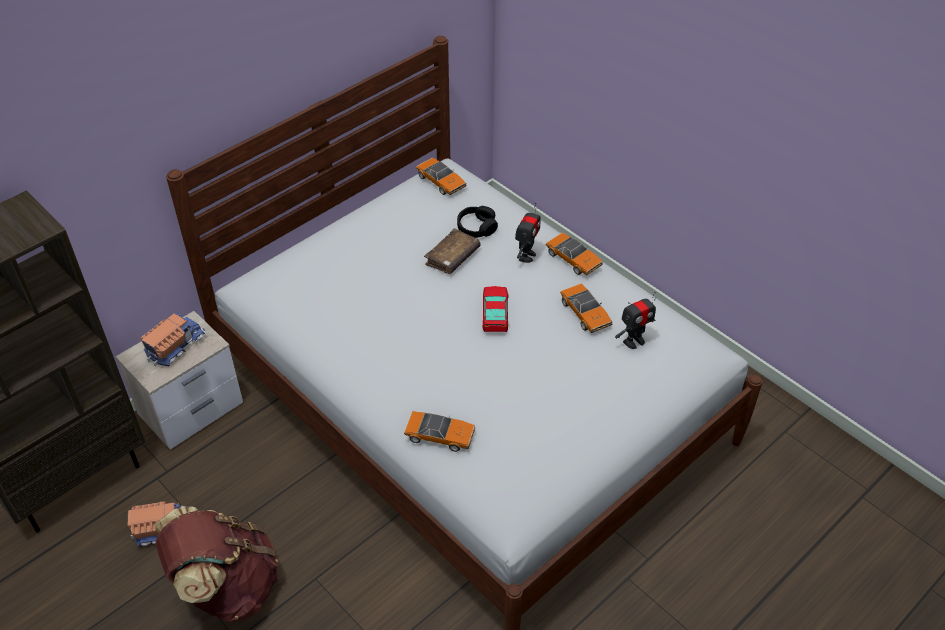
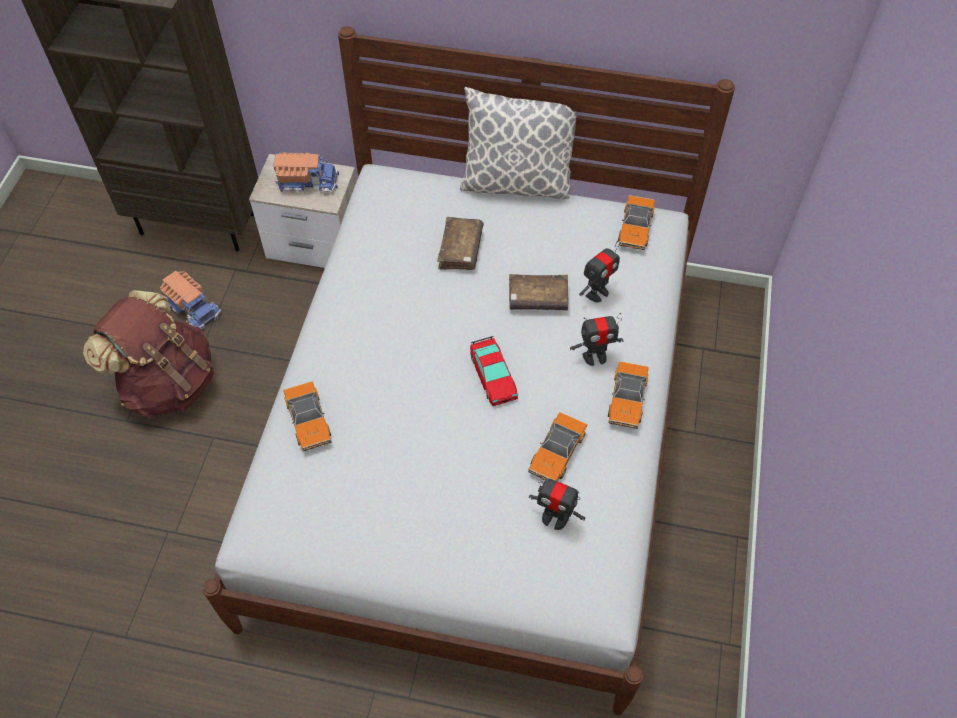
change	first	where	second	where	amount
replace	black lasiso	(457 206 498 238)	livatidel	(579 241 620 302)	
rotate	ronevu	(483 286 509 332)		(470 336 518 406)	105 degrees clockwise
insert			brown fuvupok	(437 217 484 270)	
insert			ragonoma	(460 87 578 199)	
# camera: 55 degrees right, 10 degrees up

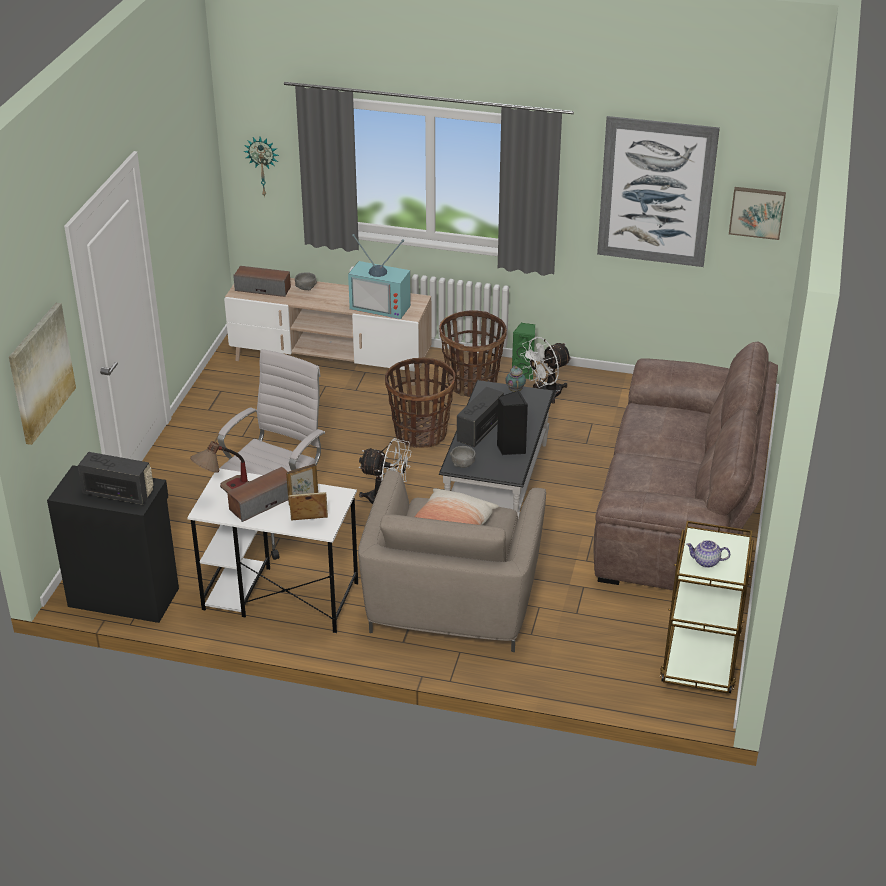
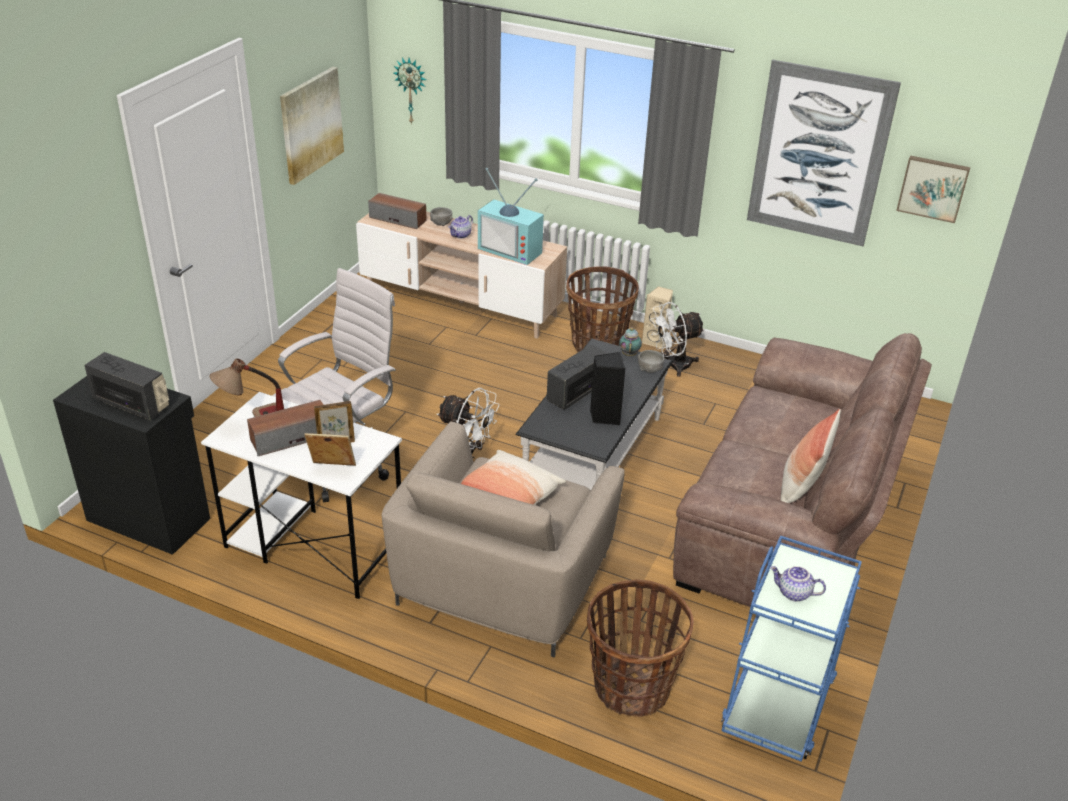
change	first	where	second	where	amount
move	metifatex	(9 303 76 445)		(280 67 344 185)	
move	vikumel	(385 358 455 448)		(587 579 694 717)	
move	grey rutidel	(450 446 476 468)		(637 350 664 373)	
recolor	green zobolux	(512 323 535 380)	beige zobolux	(642 286 673 349)	
recolor	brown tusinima	(660 521 755 694)	blue tusinima	(721 535 862 762)	
insert			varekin	(448 215 473 239)	
insert			ragonoma	(781 409 841 503)	
# camera: 10 degrees right, 0 degrees up

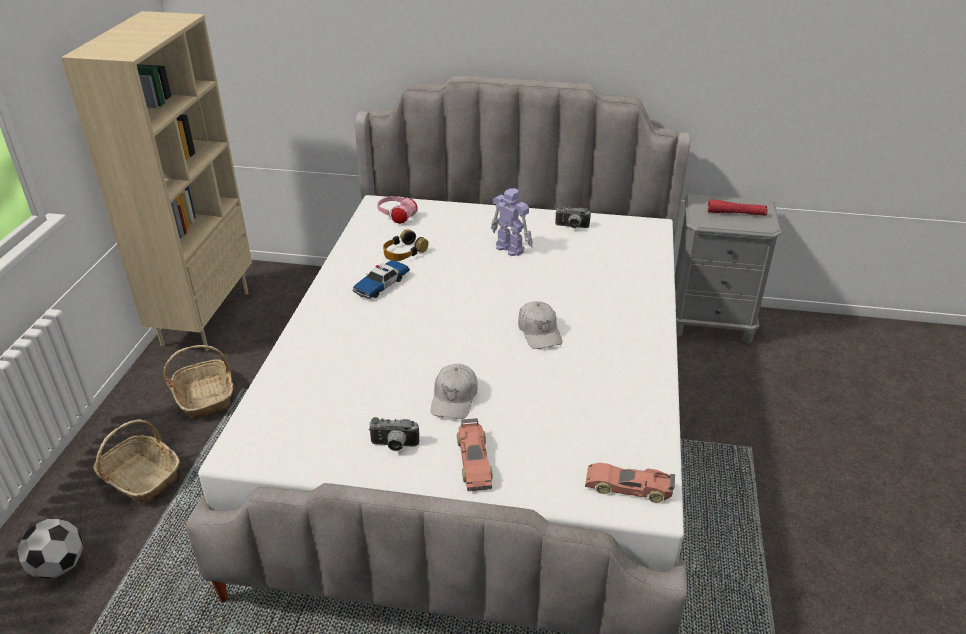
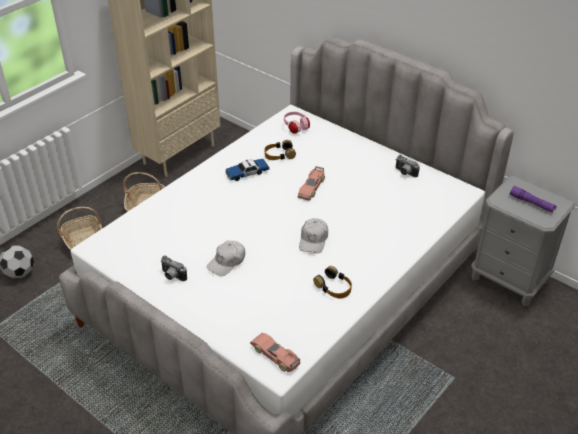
change	first	where	second	where	amount
move	ronevu	(457 418 493 491)		(298 166 325 201)	
delete	livatidel	(491 188 533 256)			
recolor	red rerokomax	(707 199 768 216)	purple rerokomax	(510 186 557 213)	
insert			lasiso	(313 266 352 299)	
# camera: 30 degrees right, 5 degrees up

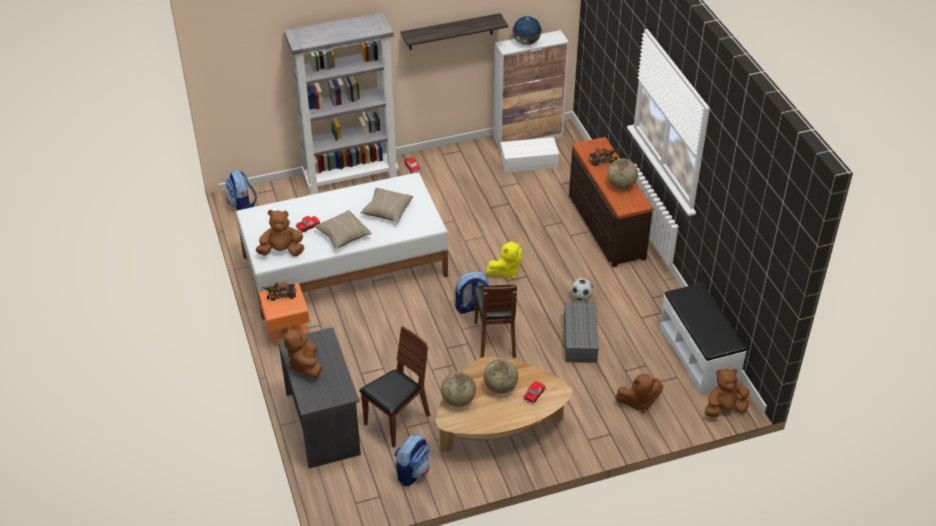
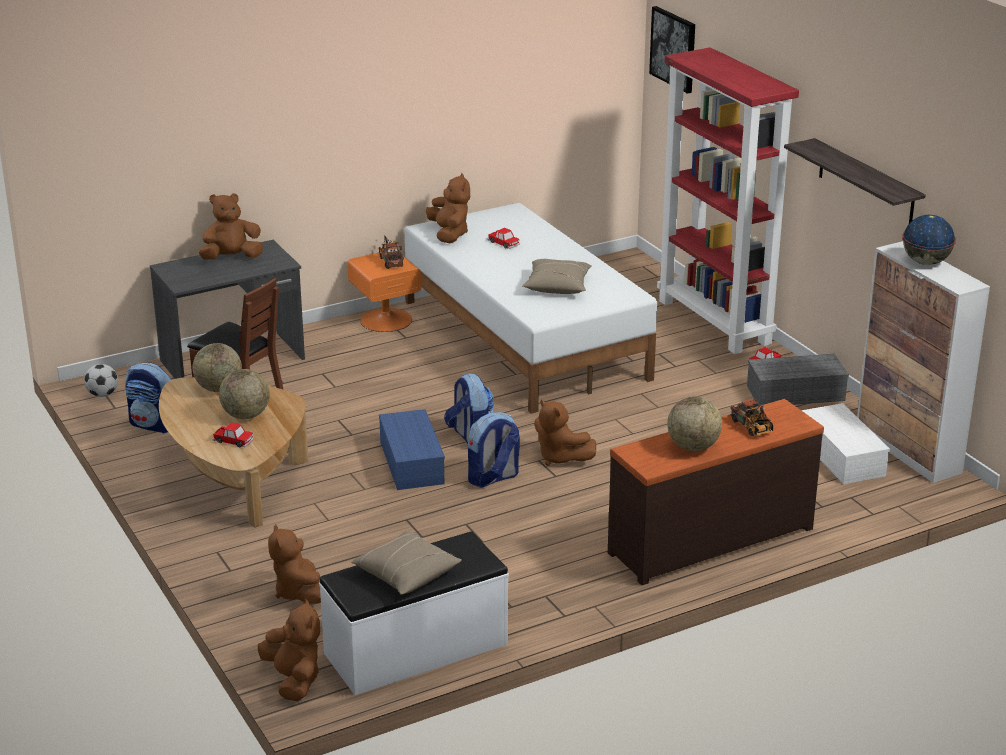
change	first	where	second	where	amount
move	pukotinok	(226 170 257 211)		(468 412 520 488)	
recolor	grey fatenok	(284 12 399 195)	red fatenok	(657 47 799 354)	
move	beige ragonoma	(314 210 372 249)		(351 531 462 595)	
replace	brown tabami	(474 285 517 358)	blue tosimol	(379 409 445 490)	
recolor	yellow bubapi	(486 241 522 278)	brown bubapi	(534 400 596 466)	
move	grey tosimol	(564 302 599 363)		(747 354 849 406)	
move	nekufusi	(571 278 593 301)		(84 364 118 397)	
insert			metifatex	(649 6 695 94)	
# camera: 80 degrees right, 15 degrees down

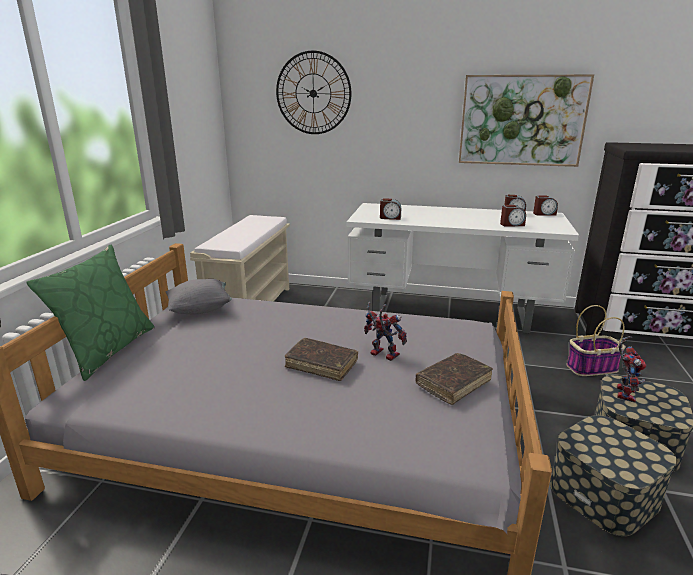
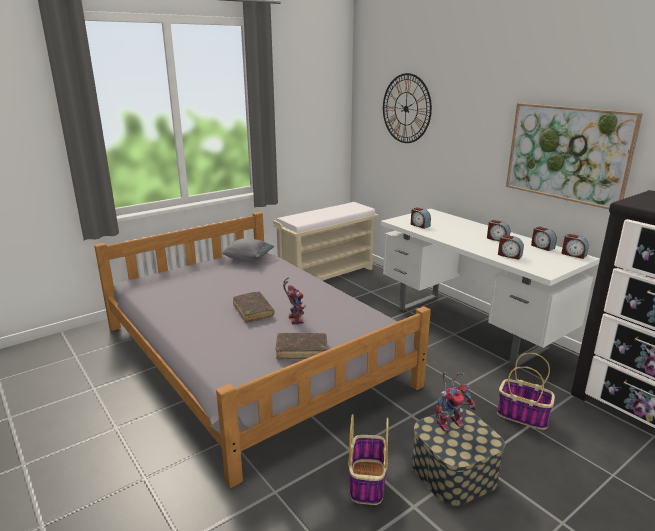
change	first	where	second	where	amount
delete	green ragonoma	(26 245 155 381)			
replace	tosimol	(550 415 677 536)	vikumel	(348 414 389 505)	
insert			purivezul	(487 220 510 242)	
# camera: 40 degrees right, 0 degrees up

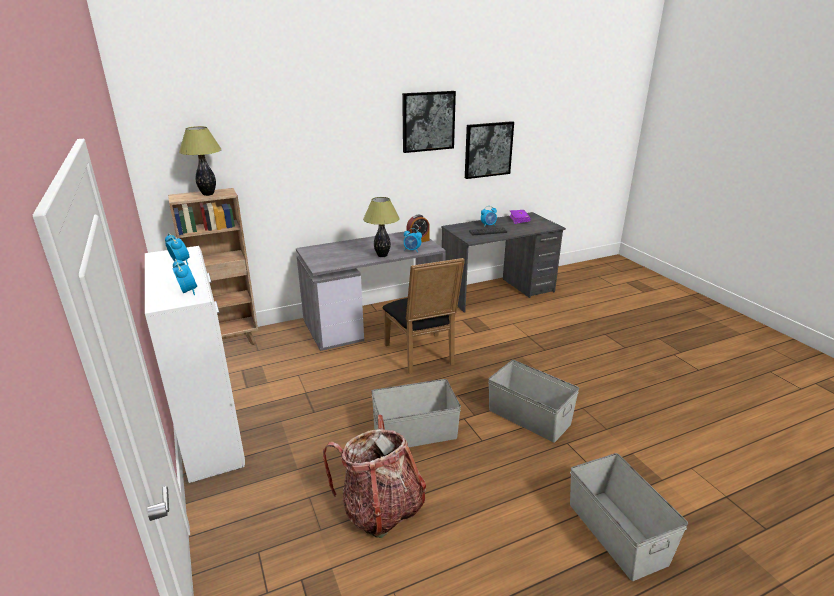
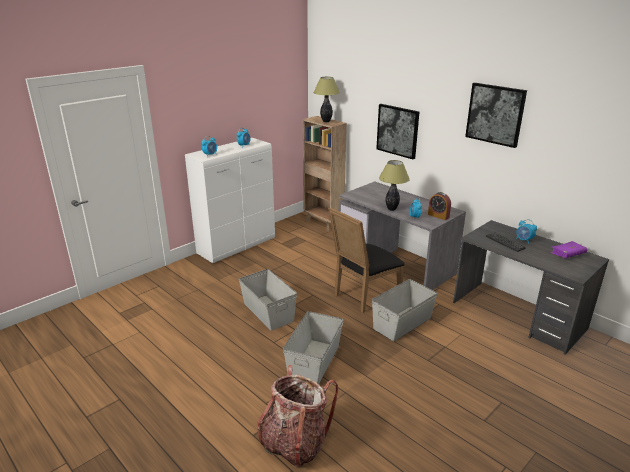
change	first	where	second	where	amount
move	pukotinok	(323 415 426 538)		(257 365 338 467)	
move	metifatex	(465 121 514 179)		(376 104 419 159)	
move	grey tosimol	(570 453 688 581)		(372 279 438 341)	
# camera: 70 degrees right, 0 degrees up

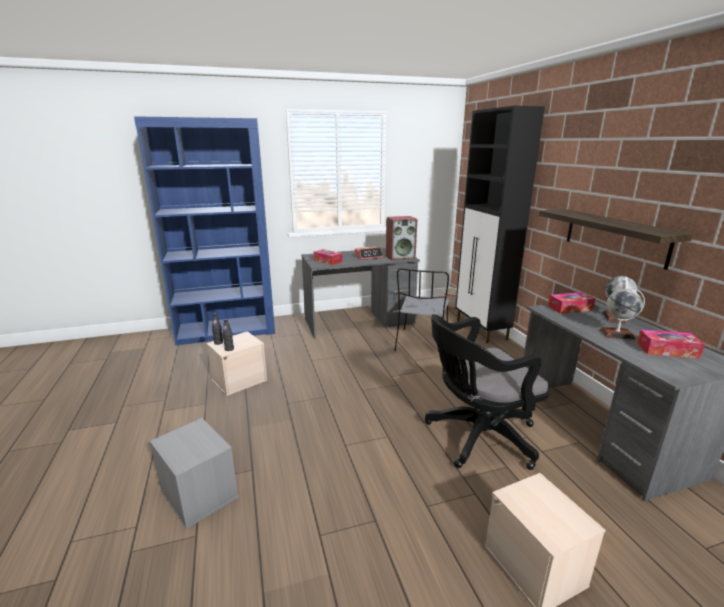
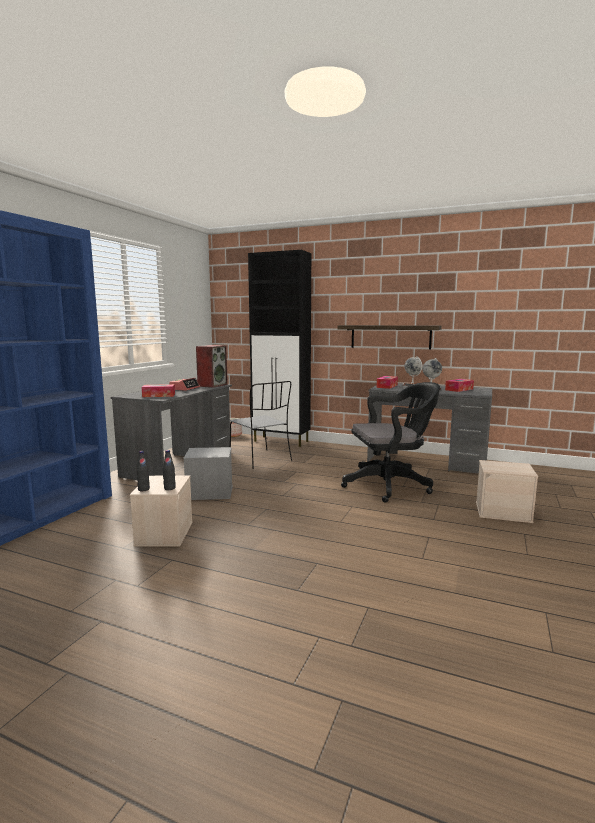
change	first	where	second	where	amount
move	grey tosimol	(150 418 239 529)		(183 447 233 500)	
rotate	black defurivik	(425 314 550 470)		(341 382 440 503)	120 degrees counterclockwise
# camera: 50 degrees left, 10 degrees down

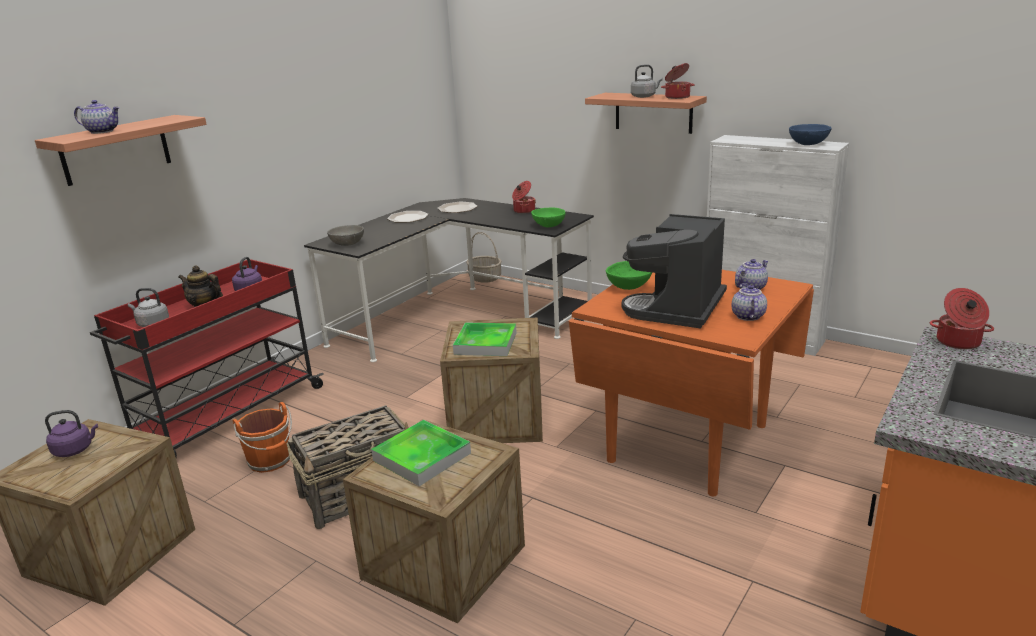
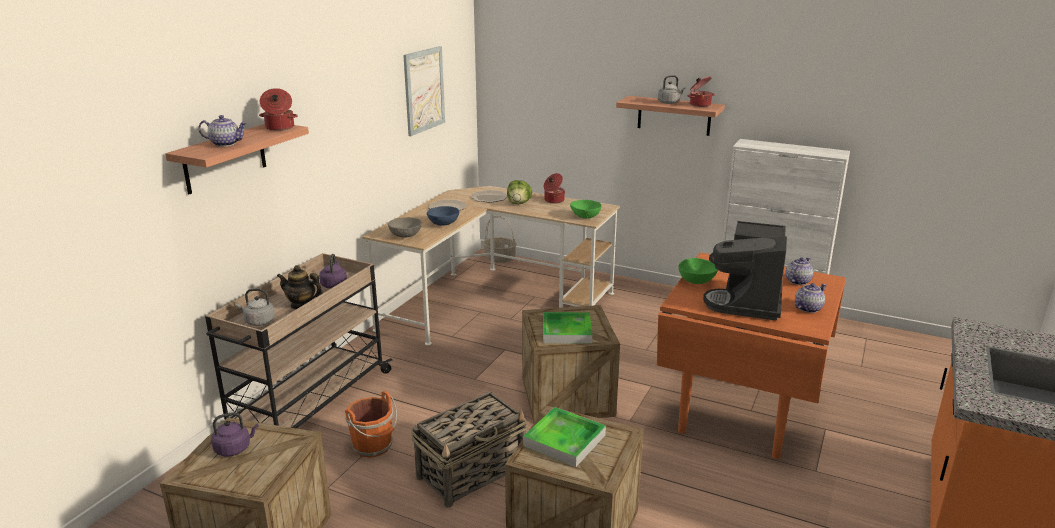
change	first	where	second	where	amount
recolor	red tusinima	(90 259 324 457)	beige tusinima	(205 253 393 429)	
recolor	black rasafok	(304 198 594 362)	beige rasafok	(362 186 620 345)	
rotate	varekin	(732 283 767 321)		(795 283 826 313)	60 degrees clockwise
move	blue rutidel	(789 124 832 145)		(427 206 459 226)	
move	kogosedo	(930 288 994 349)		(259 88 298 131)	
insert			metifatex	(403 46 445 136)	
insert			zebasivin	(507 180 532 204)	
# camera: 10 degrees left, 0 degrees up

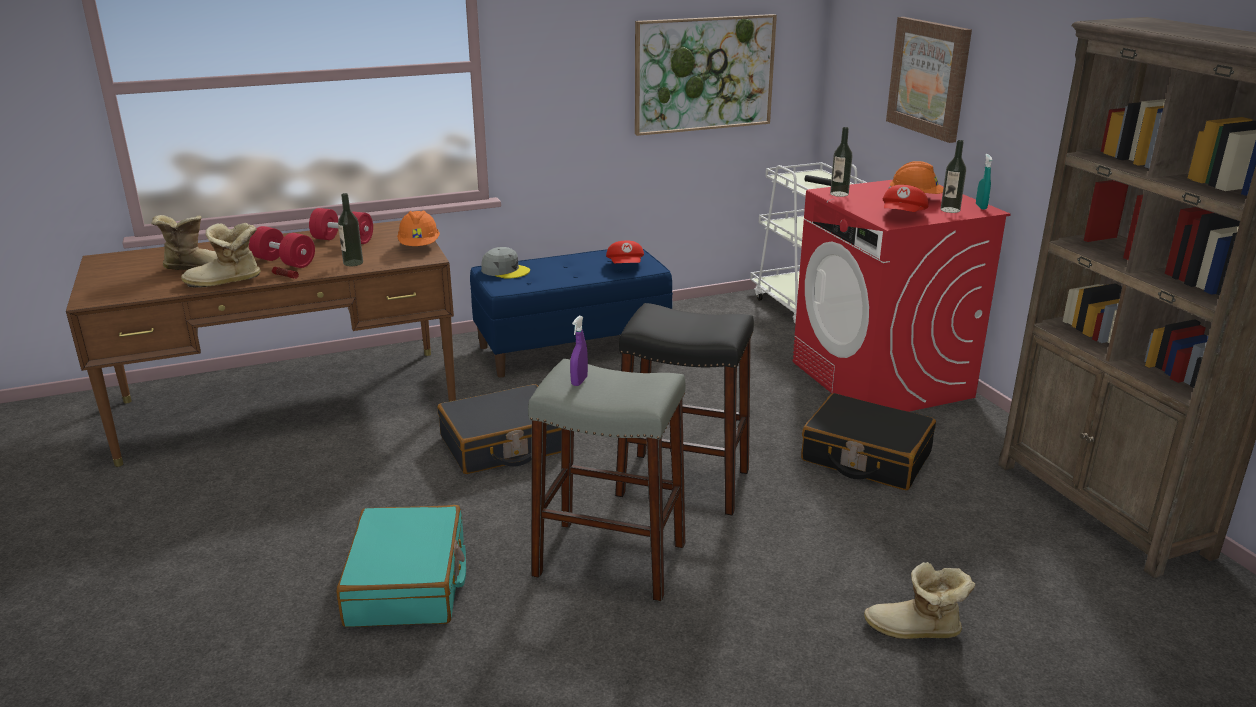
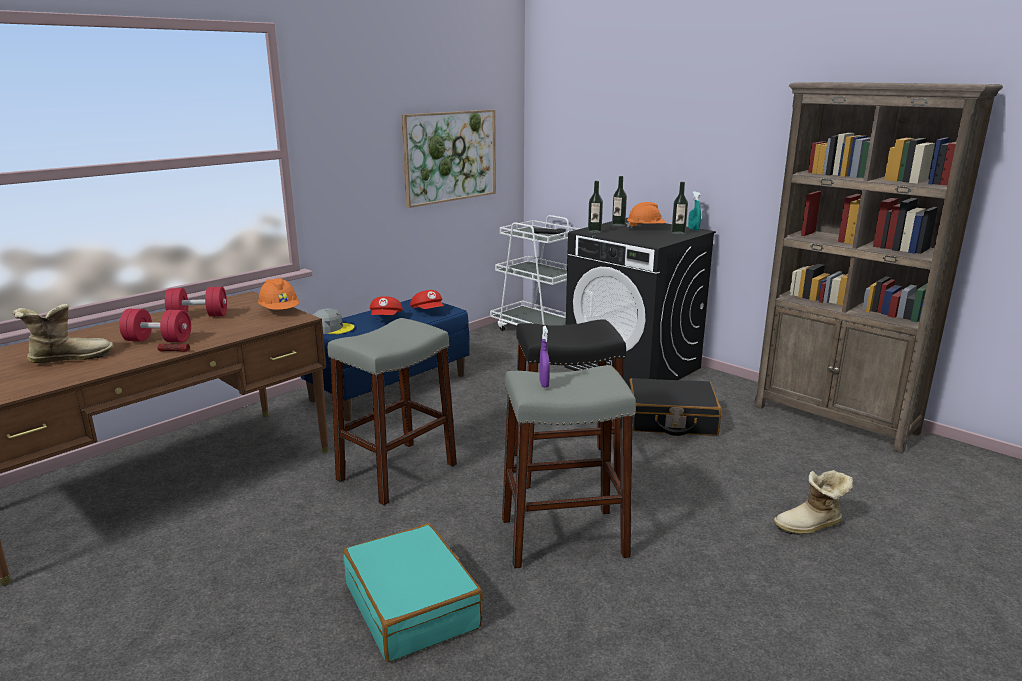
change	first	where	second	where	amount
delete	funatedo	(181 223 261 288)			
move	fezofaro	(338 193 363 266)		(612 176 627 227)	
replace	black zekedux	(438 384 561 474)	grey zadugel	(328 318 457 506)	
recolor	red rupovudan	(793 180 1011 412)	black rupovudan	(564 217 716 386)	
move	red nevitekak	(883 185 929 212)		(370 296 403 315)	
delete	metifatex	(886 17 972 143)			
# camera: 25 degrees left, 5 degrees down

